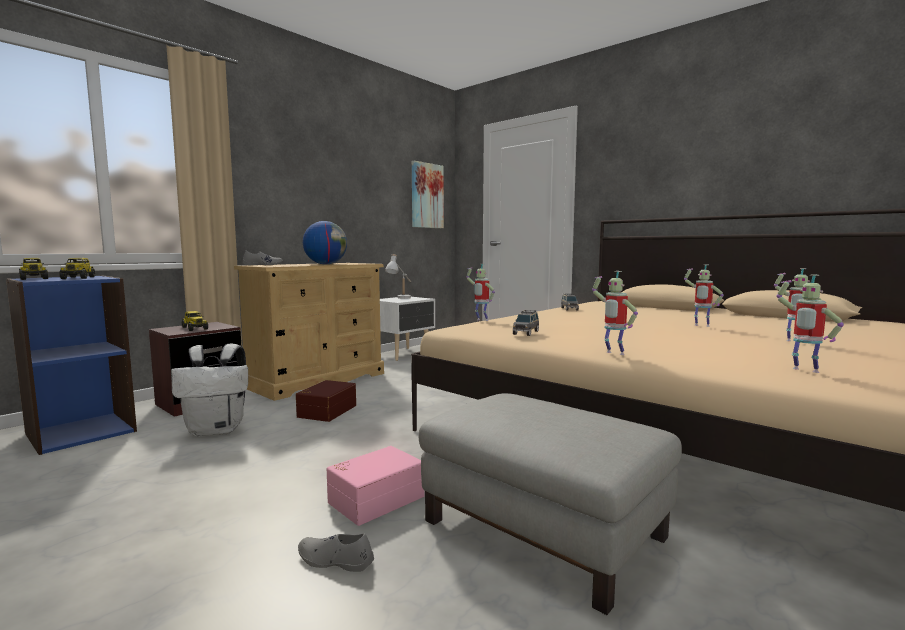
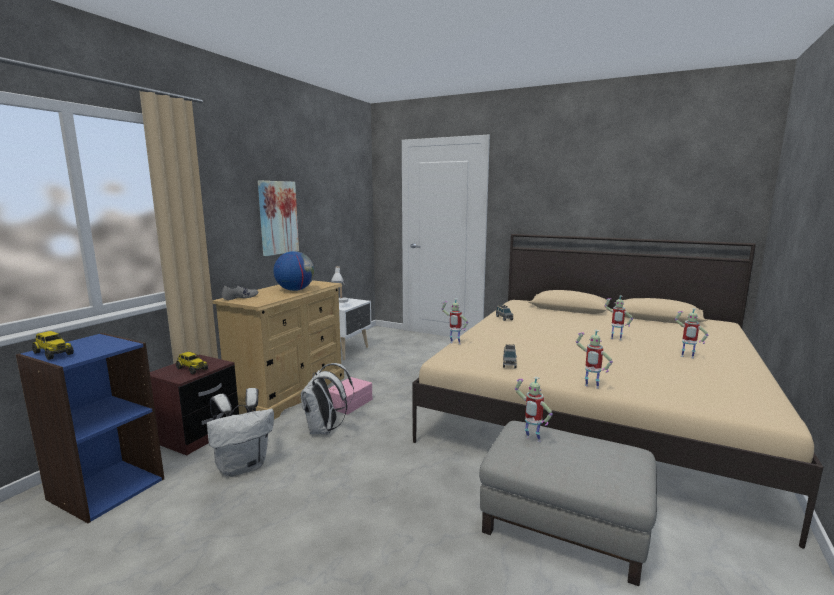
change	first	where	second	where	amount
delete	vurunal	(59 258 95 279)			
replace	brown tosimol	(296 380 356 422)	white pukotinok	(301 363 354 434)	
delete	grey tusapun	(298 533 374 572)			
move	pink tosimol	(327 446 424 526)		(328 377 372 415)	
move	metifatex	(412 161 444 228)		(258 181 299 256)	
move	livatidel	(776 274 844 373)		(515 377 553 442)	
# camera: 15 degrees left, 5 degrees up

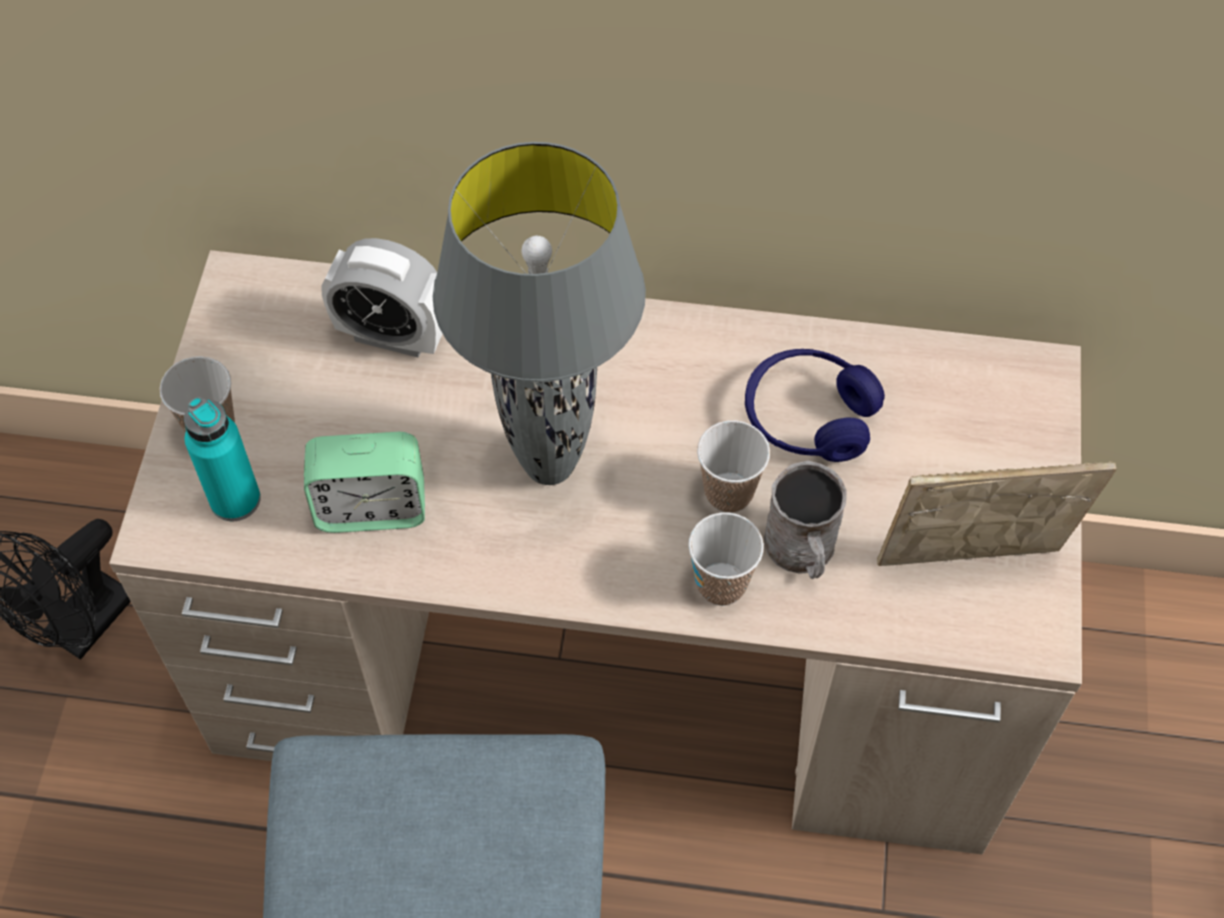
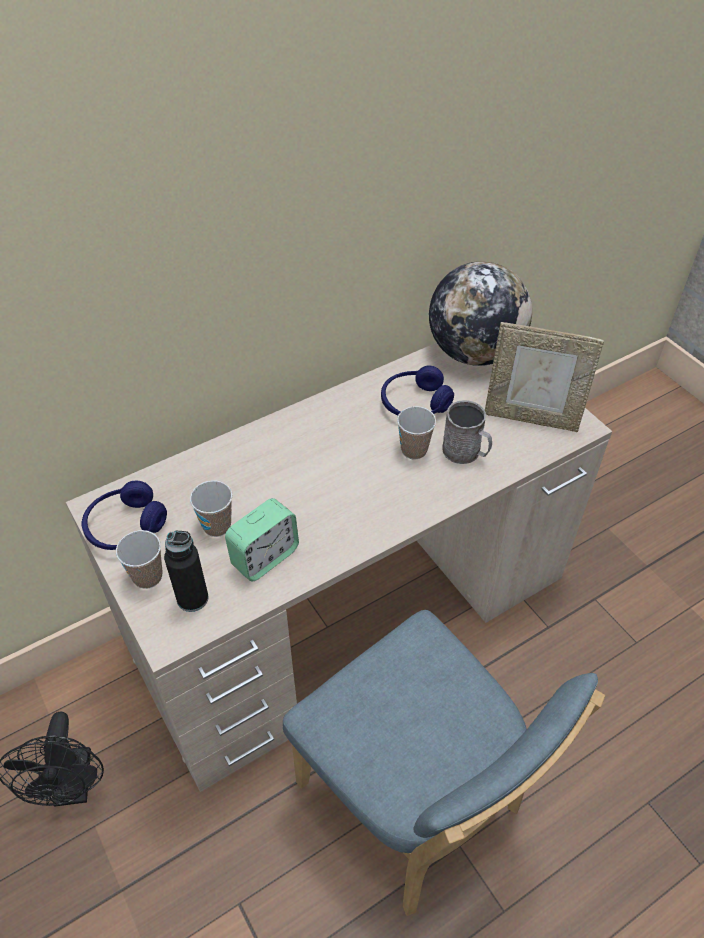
change	first	where	second	where	amount
recolor	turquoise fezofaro	(184 397 261 521)	black fezofaro	(164 531 209 612)	
delete	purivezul	(321 238 443 358)			
delete	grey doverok	(433 142 646 485)			
move	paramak	(688 512 764 606)		(190 481 232 537)	
rotate	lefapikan	(877 461 1116 566)		(485 322 604 432)	120 degrees counterclockwise
insert			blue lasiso	(82 481 167 550)	
insert			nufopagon	(429 261 532 366)	
# camera: 40 degrees left, 10 degrees down

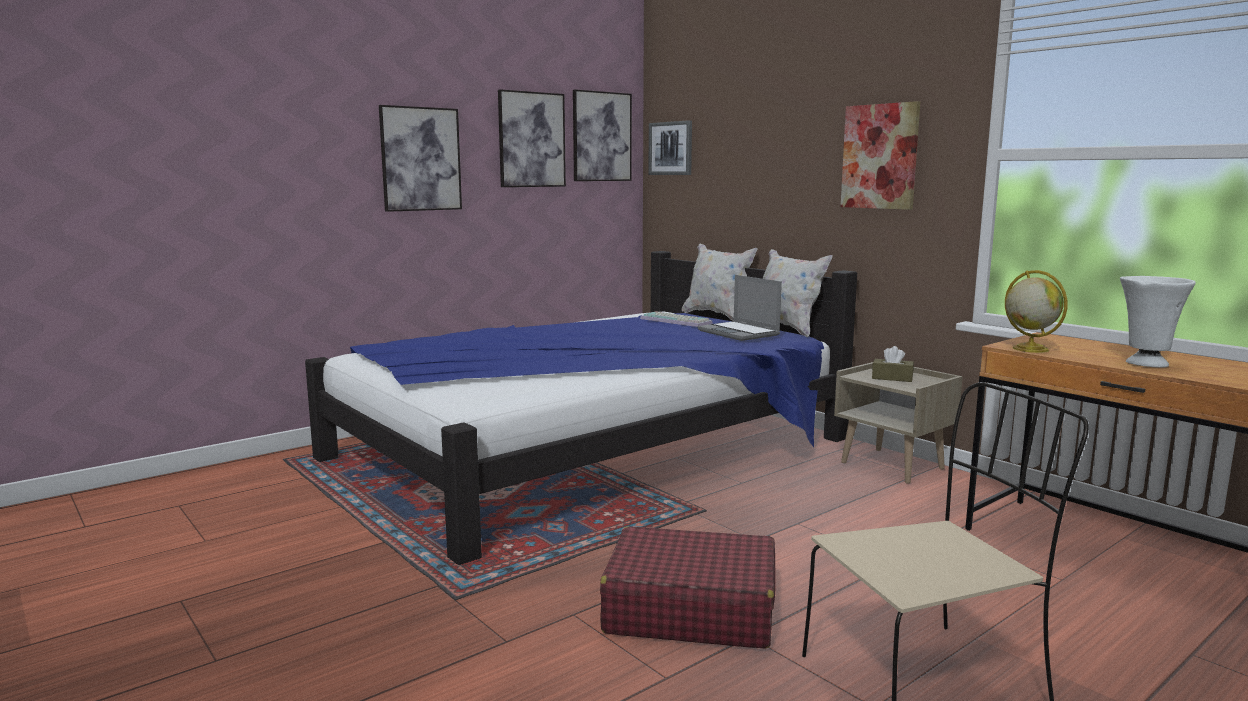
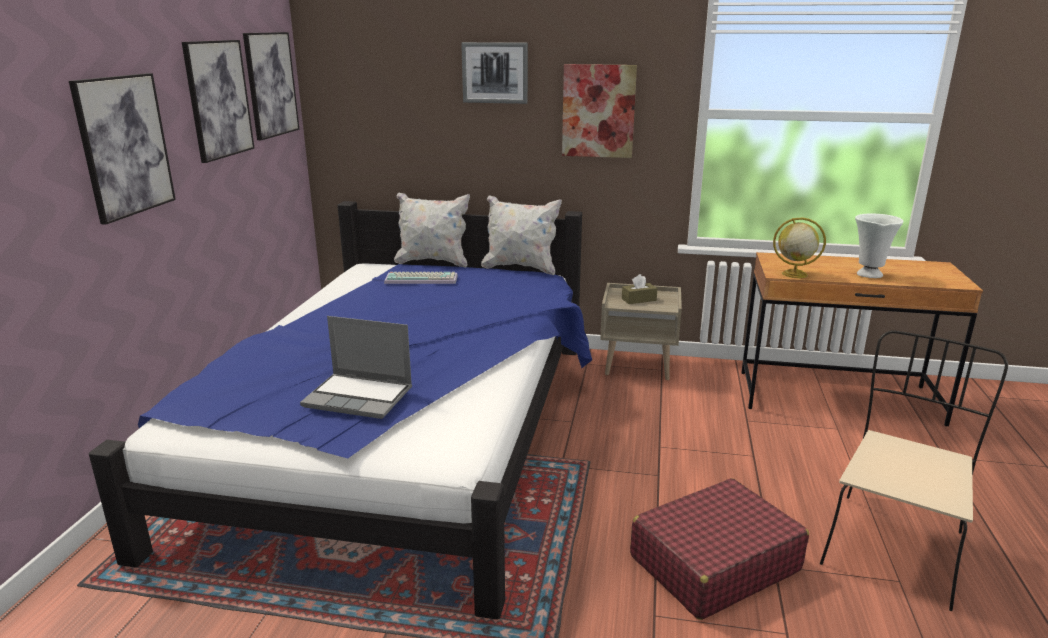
change	first	where	second	where	amount
move	metifatex	(648 120 692 175)		(461 42 528 104)	
move	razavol	(698 275 782 341)		(300 316 412 419)	
# camera: 40 degrees left, 10 degrees up

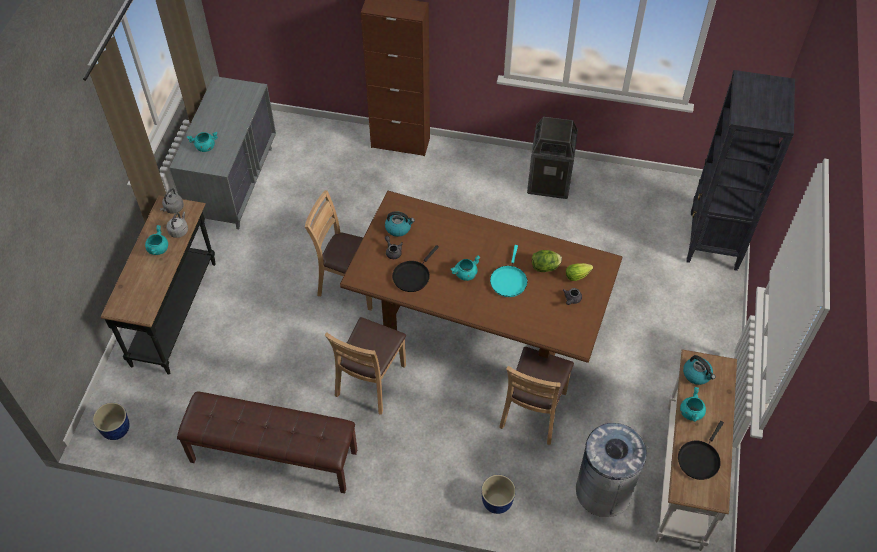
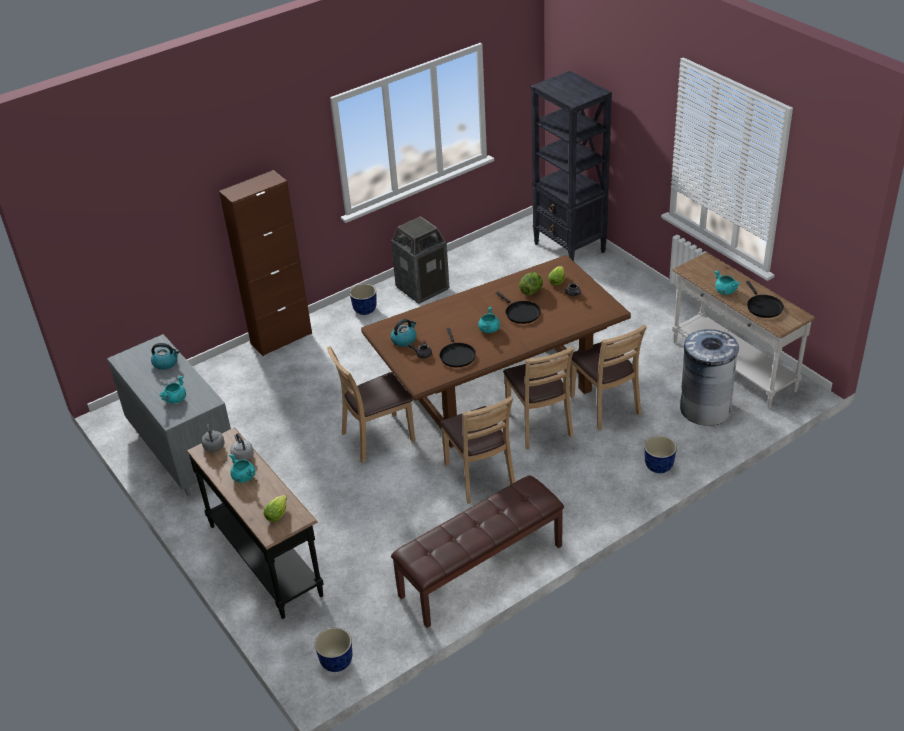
change	first	where	second	where	amount
recolor	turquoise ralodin	(490 245 528 297)	black ralodin	(496 292 541 324)	
move	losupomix	(683 355 716 385)		(151 343 179 370)	
insert			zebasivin	(264 495 287 522)	
insert			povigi	(350 284 377 315)	
insert			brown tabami	(503 347 574 450)	
# camera: 45 degrees left, 15 degrees down

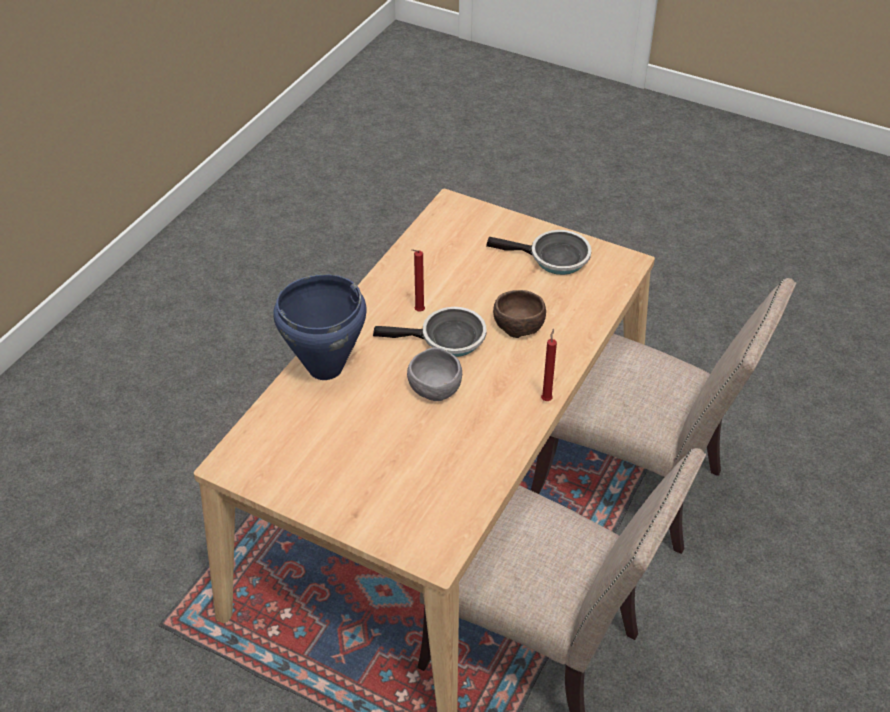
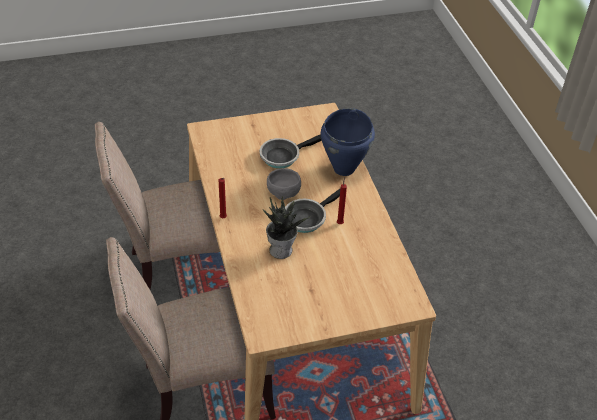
change	first	where	second	where	amount
move	ralodin	(486 230 592 275)		(260 135 322 169)	
replace	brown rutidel	(493 290 546 338)	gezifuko	(263 196 311 259)	
# camera: 135 degrees right, 0 degrees up

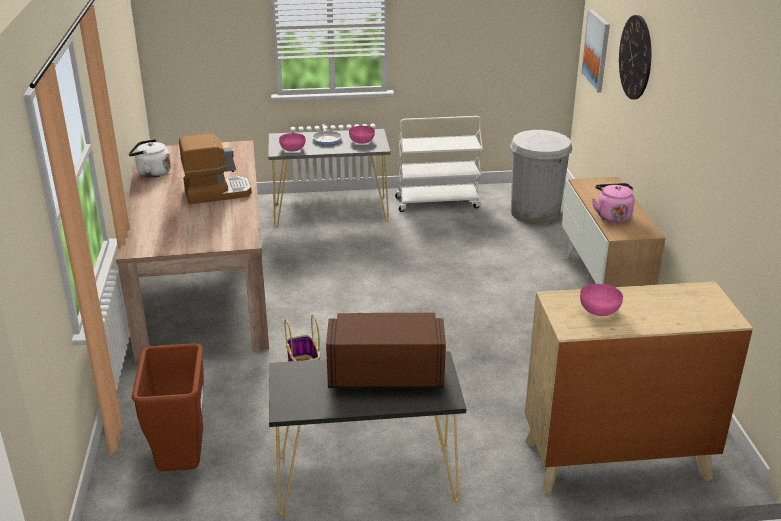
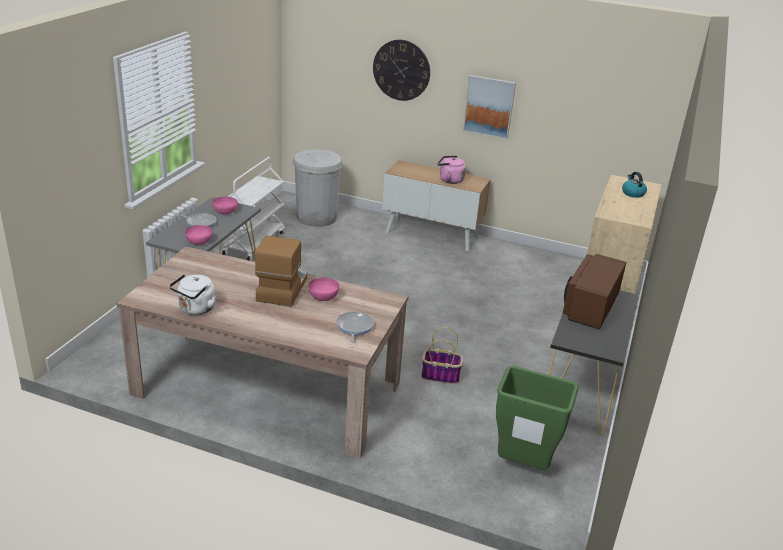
change	first	where	second	where	amount
recolor	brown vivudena	(131 343 204 471)	green vivudena	(496 366 579 470)	
move	pink rutidel	(580 284 623 316)		(308 278 339 301)	
move	metifatex	(581 9 610 93)		(463 75 516 139)	
insert			ralodin	(336 312 374 343)	
insert			losupomix	(622 172 647 198)	
# camera: 65 degrees left, 0 degrees up

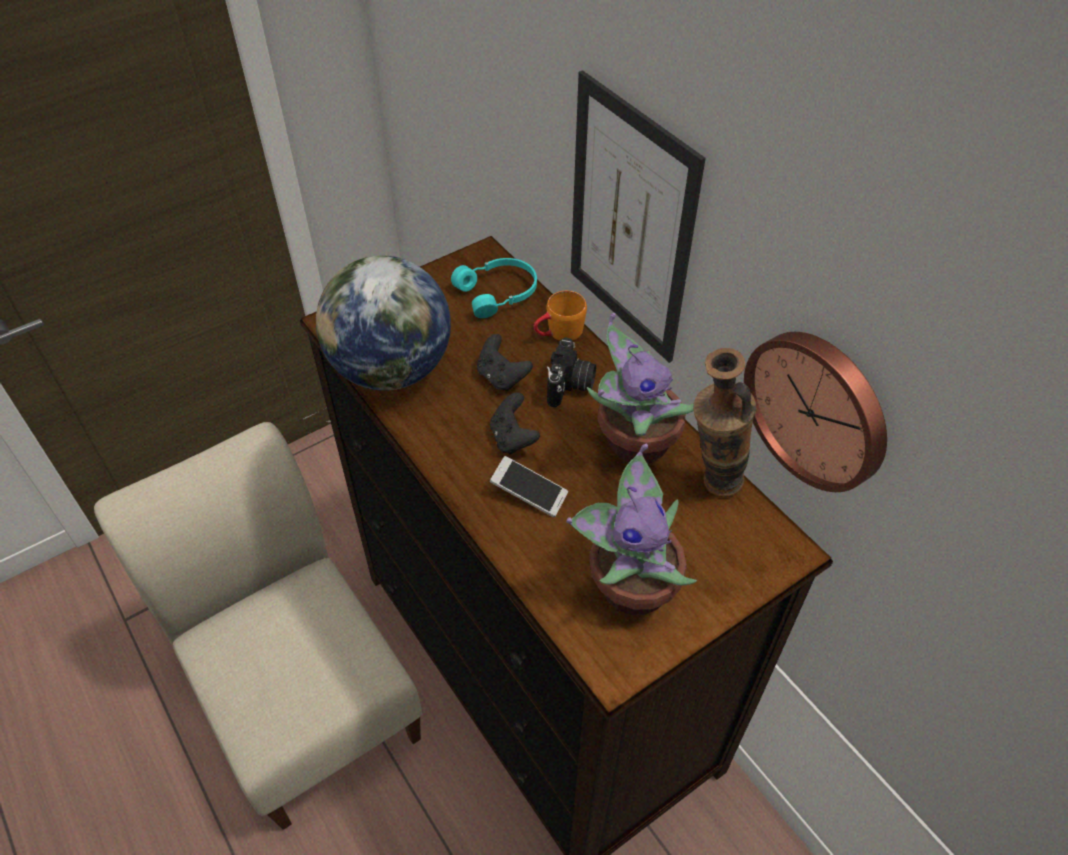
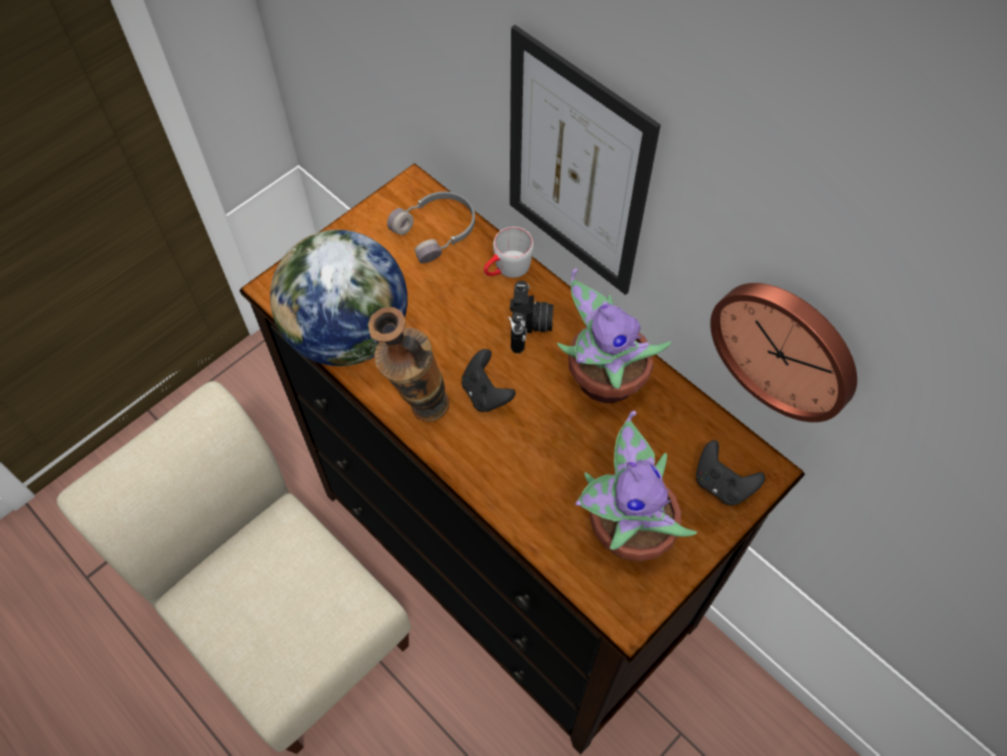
change	first	where	second	where	amount
recolor	turquoise lasiso	(451 258 537 318)	grey lasiso	(387 192 475 263)	
move	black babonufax	(477 334 533 392)		(696 440 765 506)	
delete	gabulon	(490 456 568 517)			
recolor	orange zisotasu	(534 291 587 341)	grey zisotasu	(484 227 534 278)	
move	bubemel	(693 348 756 497)		(368 307 449 422)	
# camera: 10 degrees left, 10 degrees up

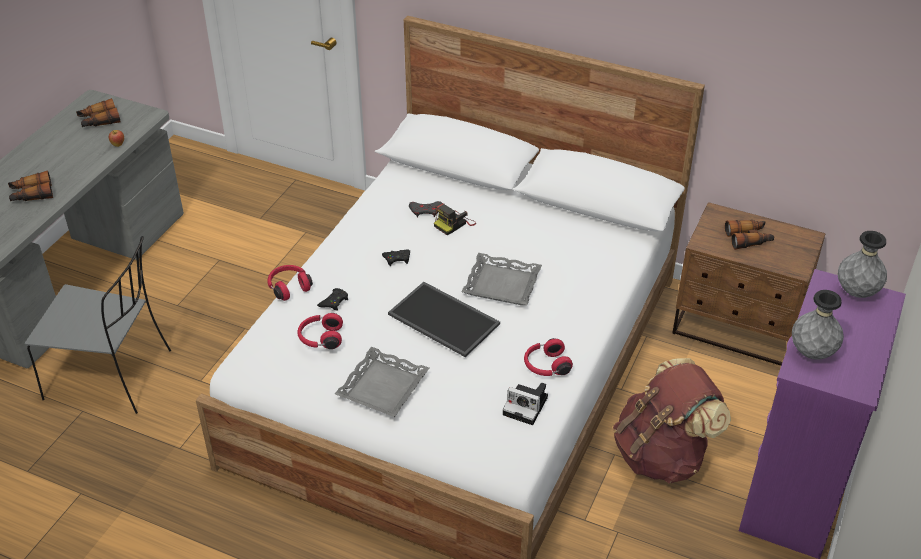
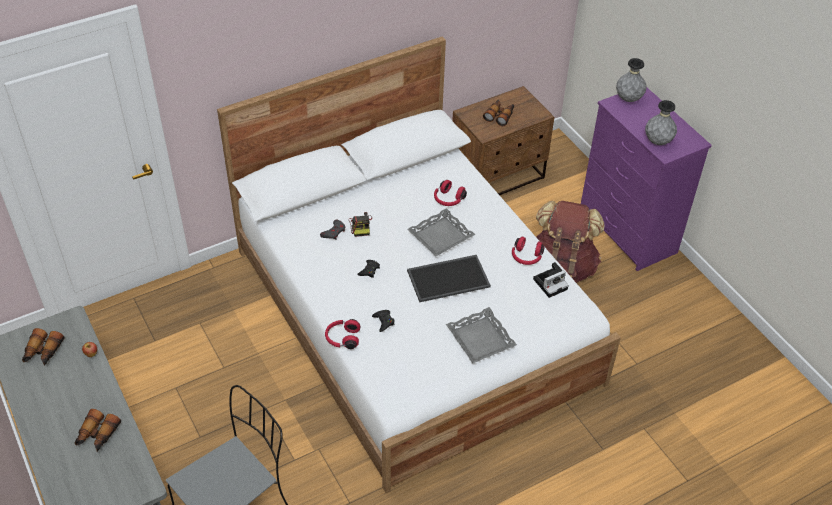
change	first	where	second	where	amount
move	red lasiso	(297 313 343 349)		(434 180 467 206)	
# camera: 55 degrees left, 5 degrees up

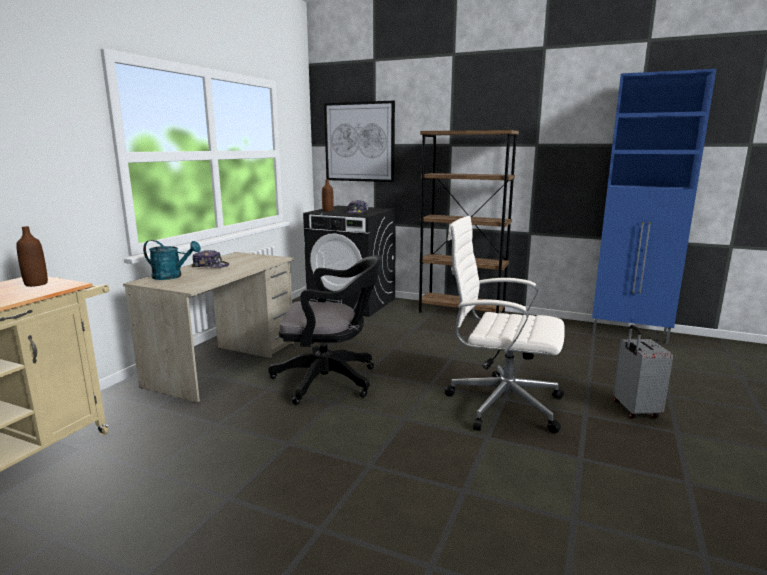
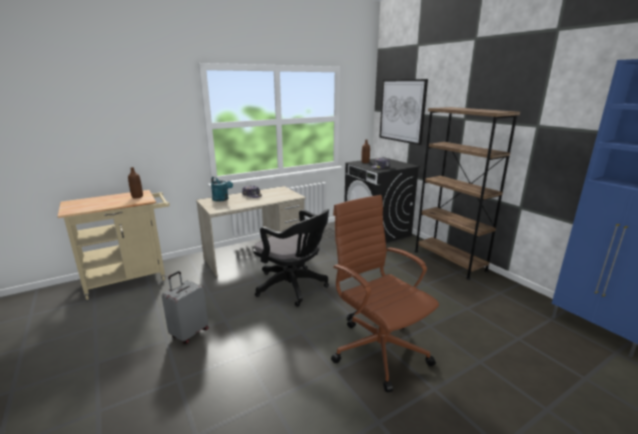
change	first	where	second	where	amount
recolor	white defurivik	(444 216 565 433)	brown defurivik	(331 195 439 393)	
move	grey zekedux	(613 325 673 418)		(162 271 209 344)	
# camera: 35 degrees right, 5 degrees up

